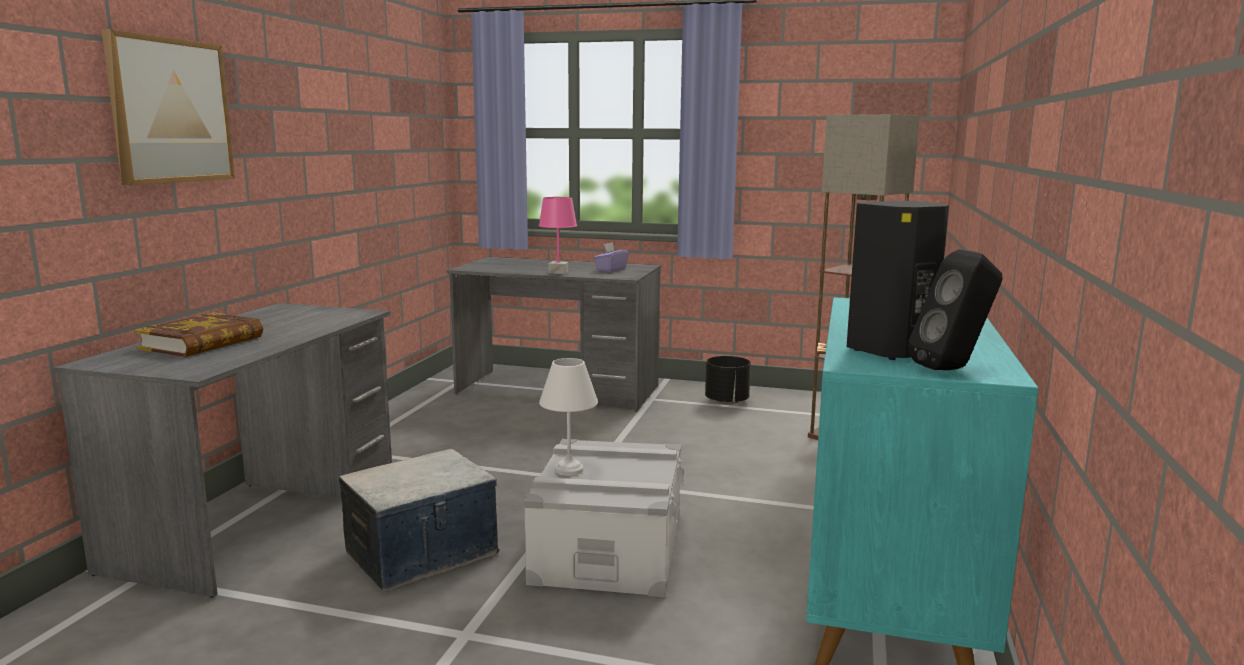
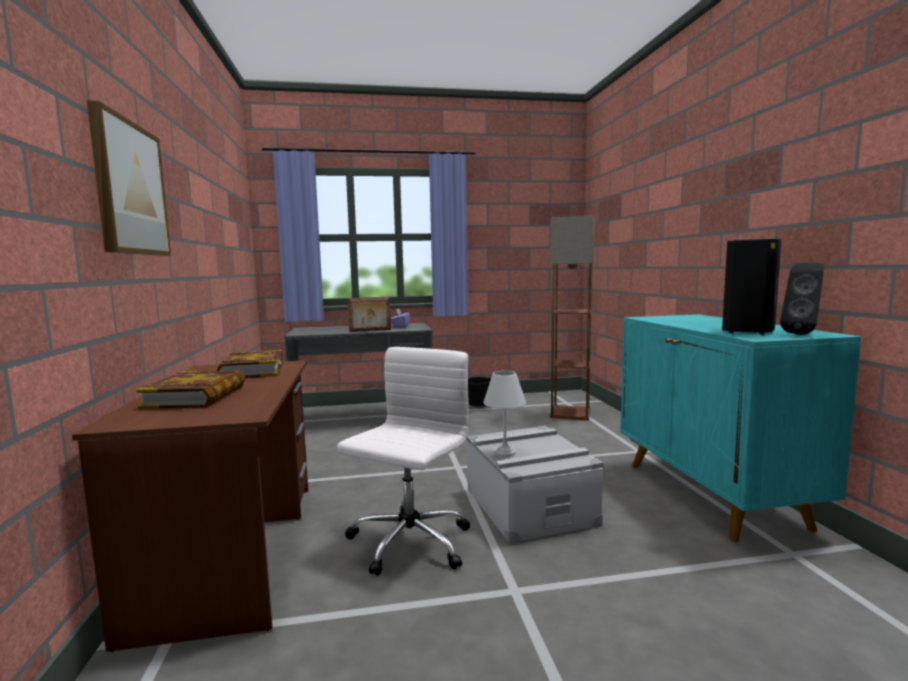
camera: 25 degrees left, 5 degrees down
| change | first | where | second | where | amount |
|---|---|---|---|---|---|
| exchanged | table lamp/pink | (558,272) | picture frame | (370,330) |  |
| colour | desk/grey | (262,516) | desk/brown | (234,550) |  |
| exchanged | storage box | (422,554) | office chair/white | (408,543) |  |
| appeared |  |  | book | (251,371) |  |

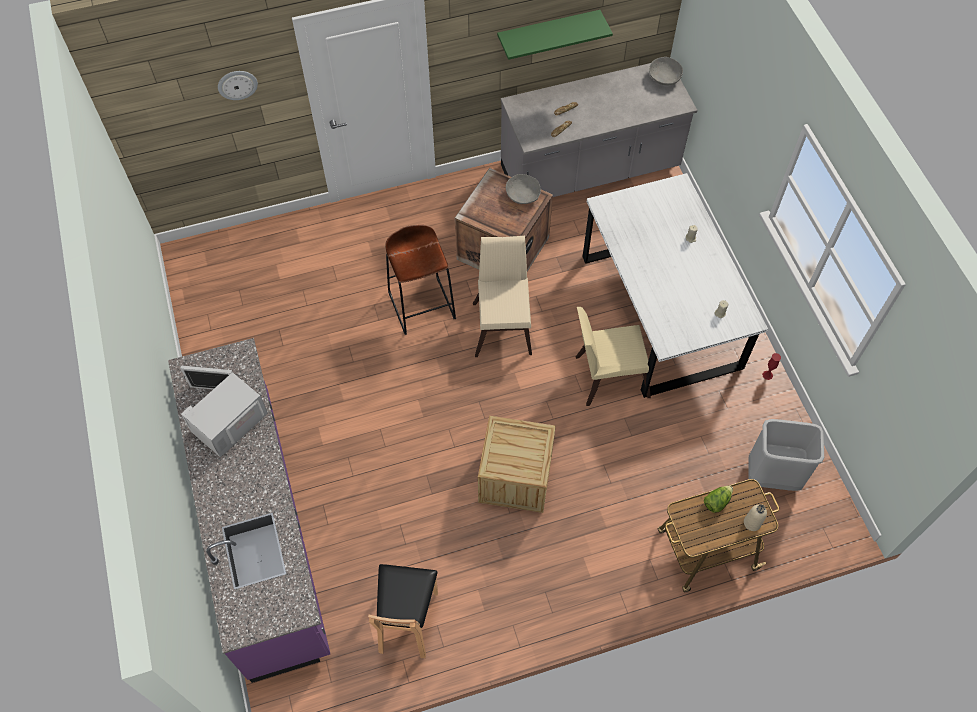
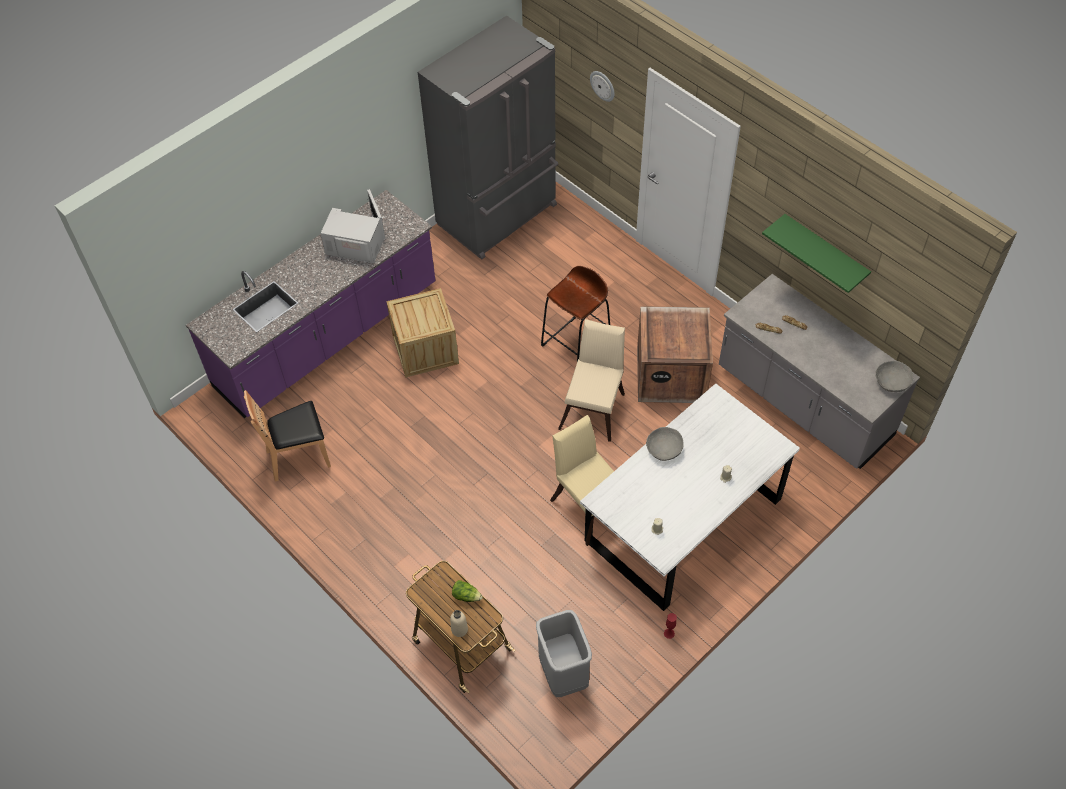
camera: 65 degrees right, 5 degrees down
| change | first | where | second | where | amount |
|---|---|---|---|---|---|
| relocated | bowl/grey | (522,195) |  | (664,449) |  |
| spun | chair/beige | (503,324) |  | (594,407) | 45 degrees counterclockwise |
| relocated | crate | (515,477) |  | (425,349) |  |
| appeared |  |  | fridge/grey | (499,216) |  |

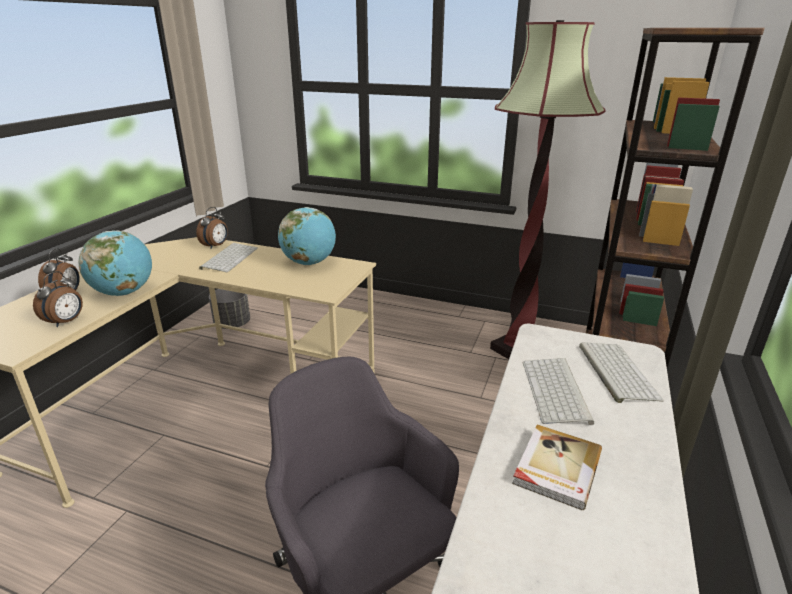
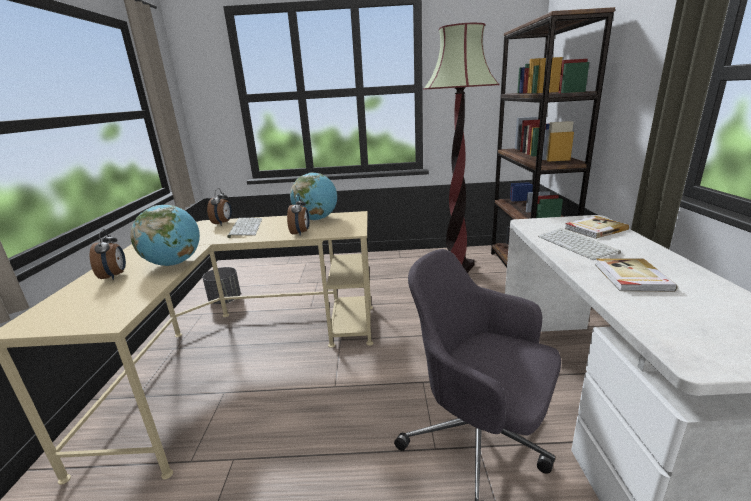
camera: 20 degrees left, 5 degrees down
| change | first | where | second | where | amount |
|---|---|---|---|---|---|
| relocated | alarm clock | (66,322) |  | (301,233) |  |
| exchanged | keyboard | (615,371) | book | (594,229) |  |

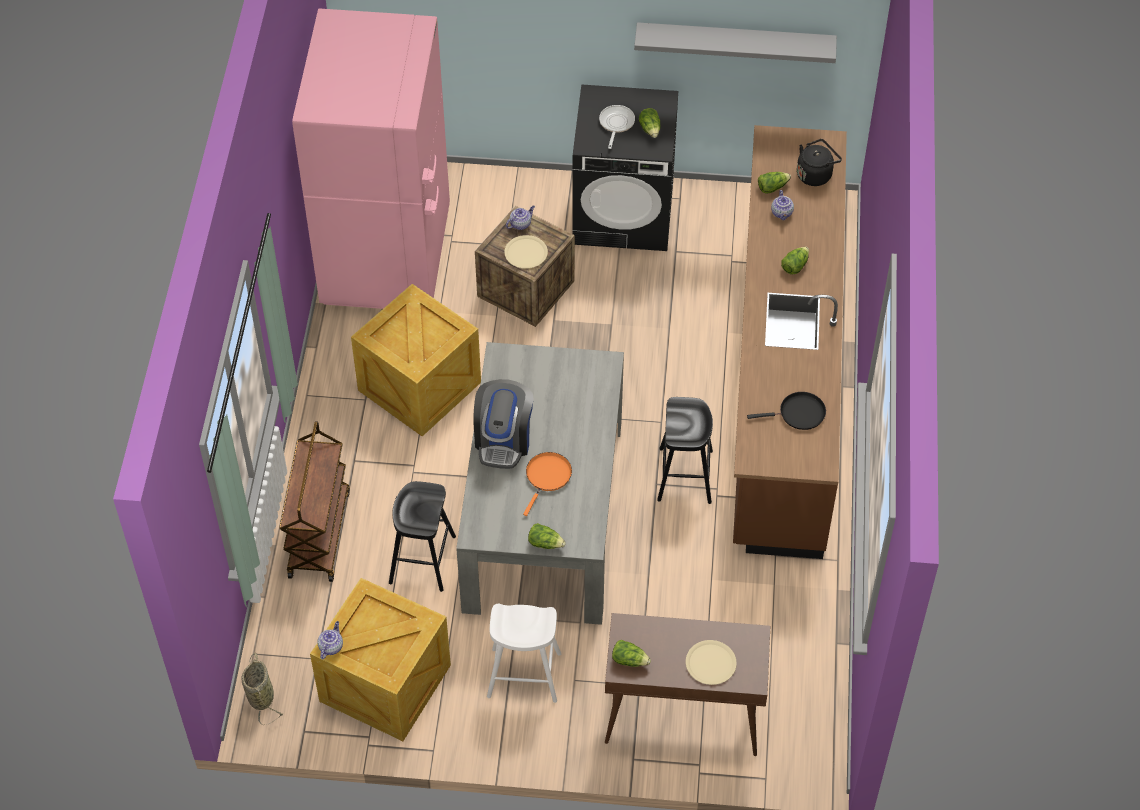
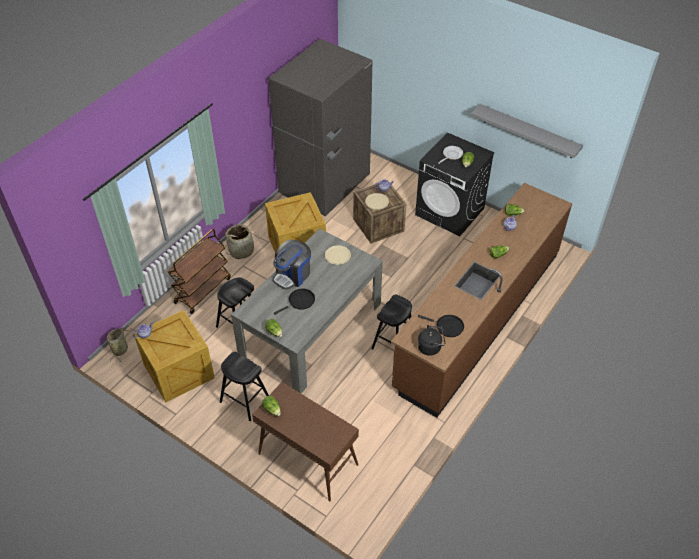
camera: 30 degrees right, 5 degrees down
| change | first | where | second | where | amount |
|---|---|---|---|---|---|
| colour | fridge/pink | (387,256) | fridge/grey | (325,186) |  |
| relocated | kettle/black | (815,174) |  | (430,347) |  |
| colour | frying pan/orange | (547,477) | frying pan/black | (300,301) |  |
| colour | stool/white | (524,675) | stool/black | (245,400) |  |
| relocated | plate/beige | (710,663) |  | (337,255) |  |
| appeared |  |  | basket | (241,250) |  |

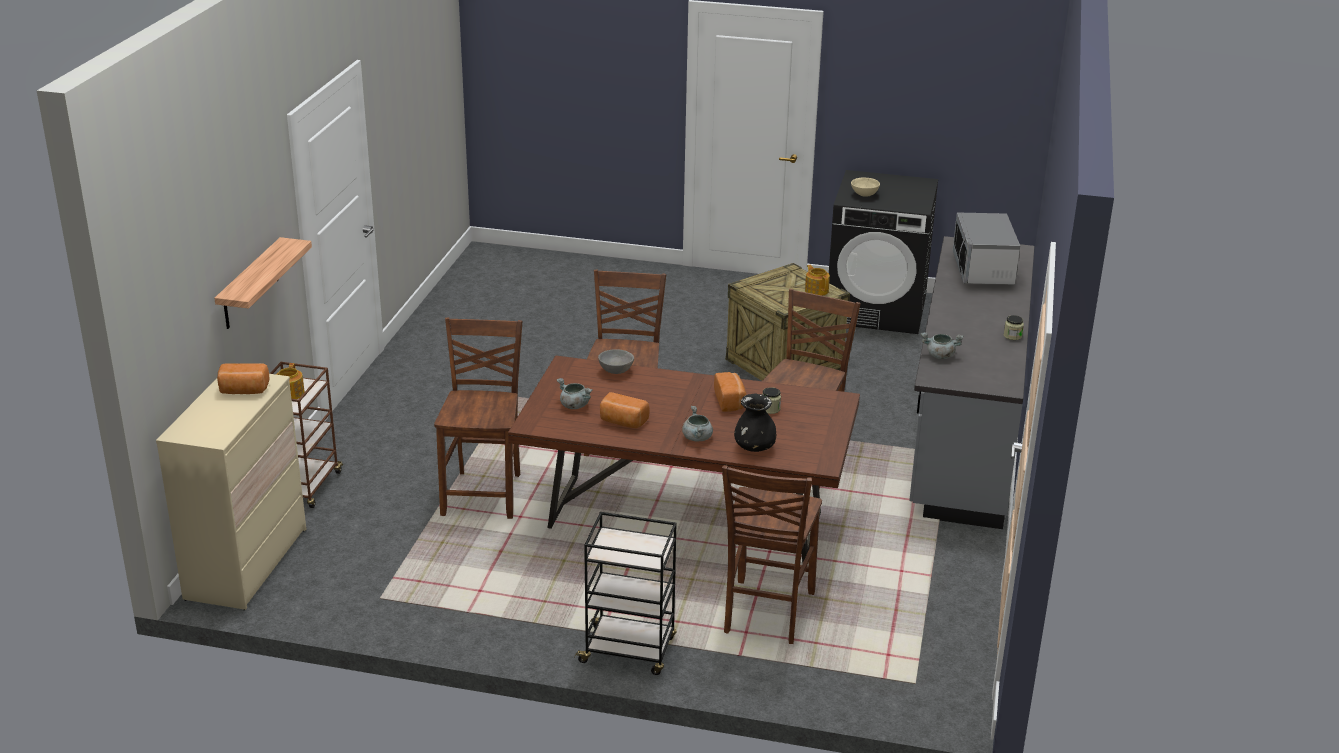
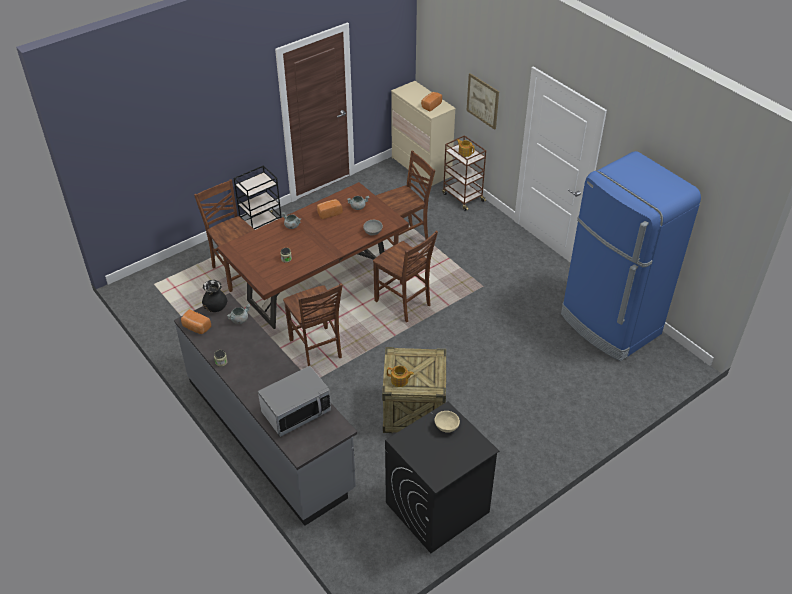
camera: 130 degrees right, 15 degrees up
| change | first | where | second | where | amount |
|---|---|---|---|---|---|
| spun | microwave | (983,270) |  | (296,412) | 105 degrees clockwise |
| exchanged | shelf | (250,285) | picture | (483,101) |  |
| spun | chair/brown | (484,494) |  | (404,240) | 75 degrees counterclockwise |
| relocated | bread | (730,401) |  | (196,328) |  |
| relocated | vase/black | (754,448) |  | (215,307) |  |
| appeared |  |  | fridge/blue | (609,325) |  |

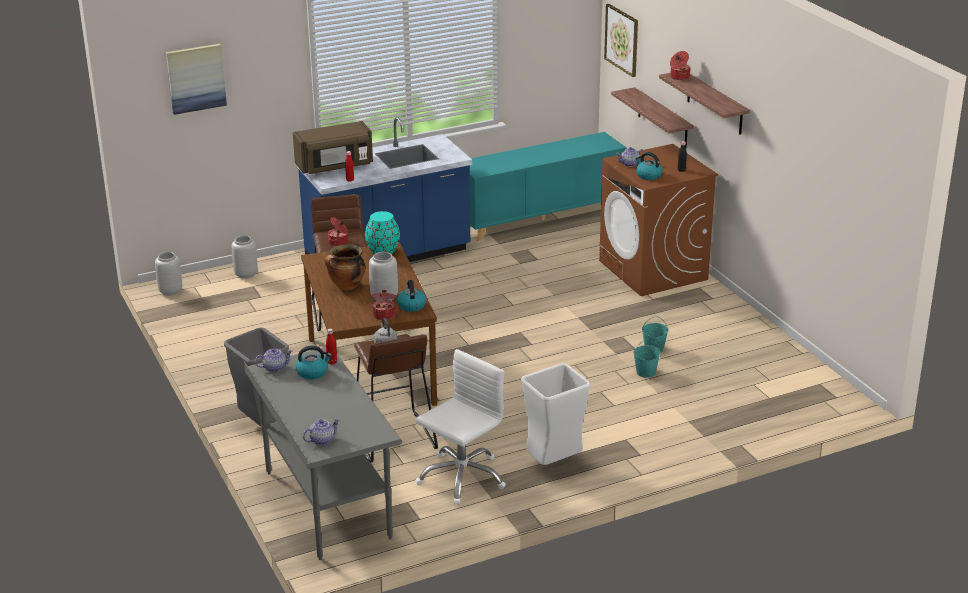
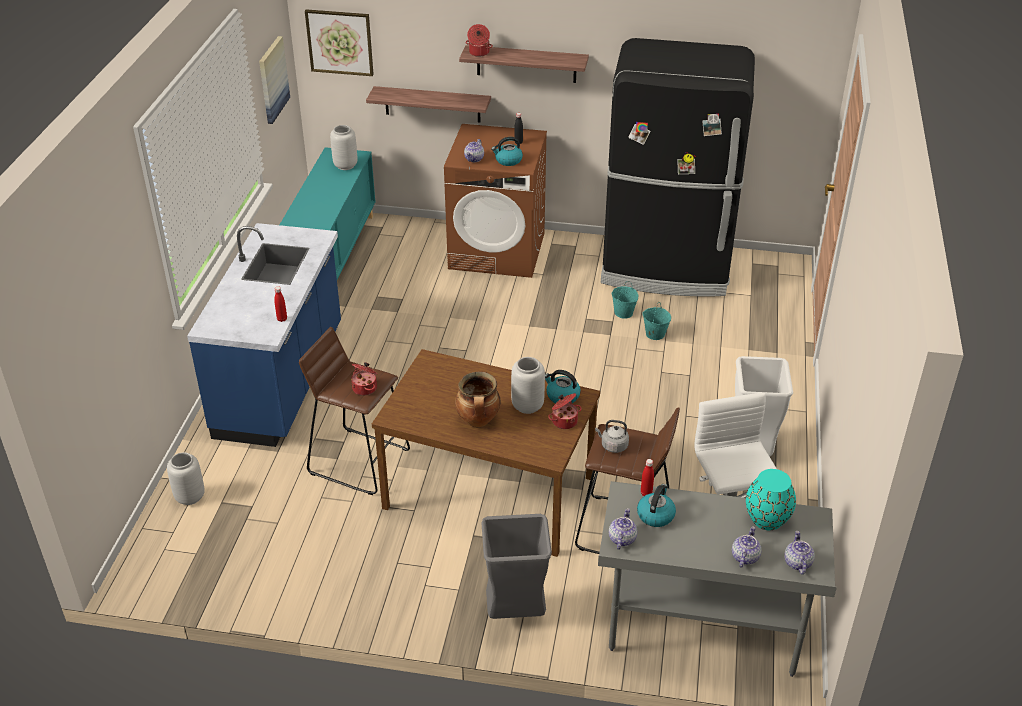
camera: 55 degrees left, 10 degrees up
| change | first | where | second | where | amount |
|---|---|---|---|---|---|
| relocated | picture | (196,78) |  | (273,79) |  |
| missing | microwave/brown | (335,166) |  |  |  |
| relocated | vase/turquoise | (382,252) |  | (767,520) |  |
| relocated | vase/grey | (170,291) |  | (345,165) |  |
| appeared |  |  | fridge/black | (666,268) |  |
| appeared |  |  | teapot | (744,557) |  |

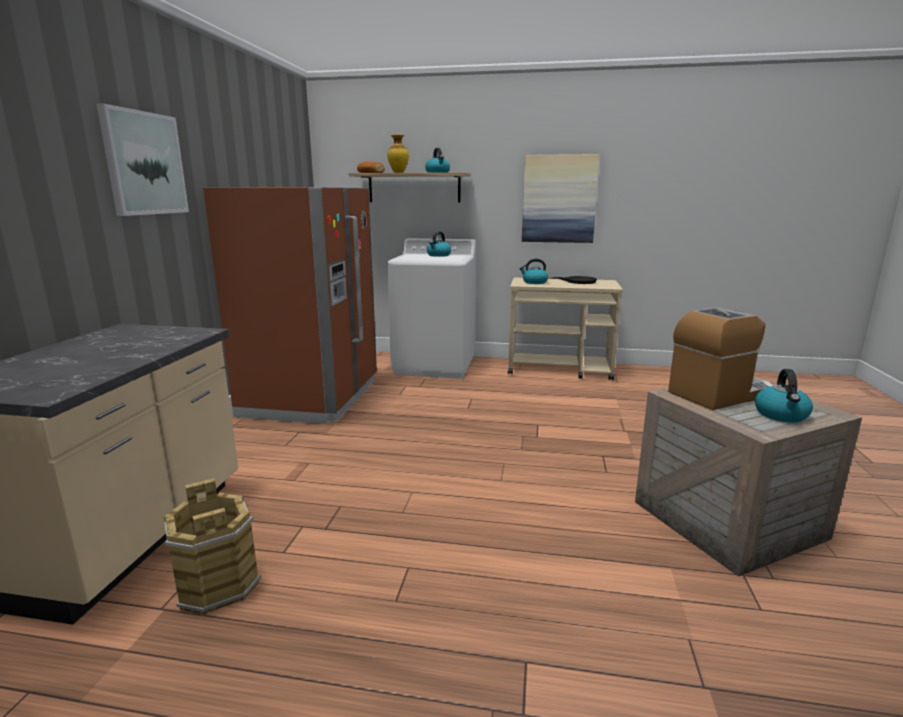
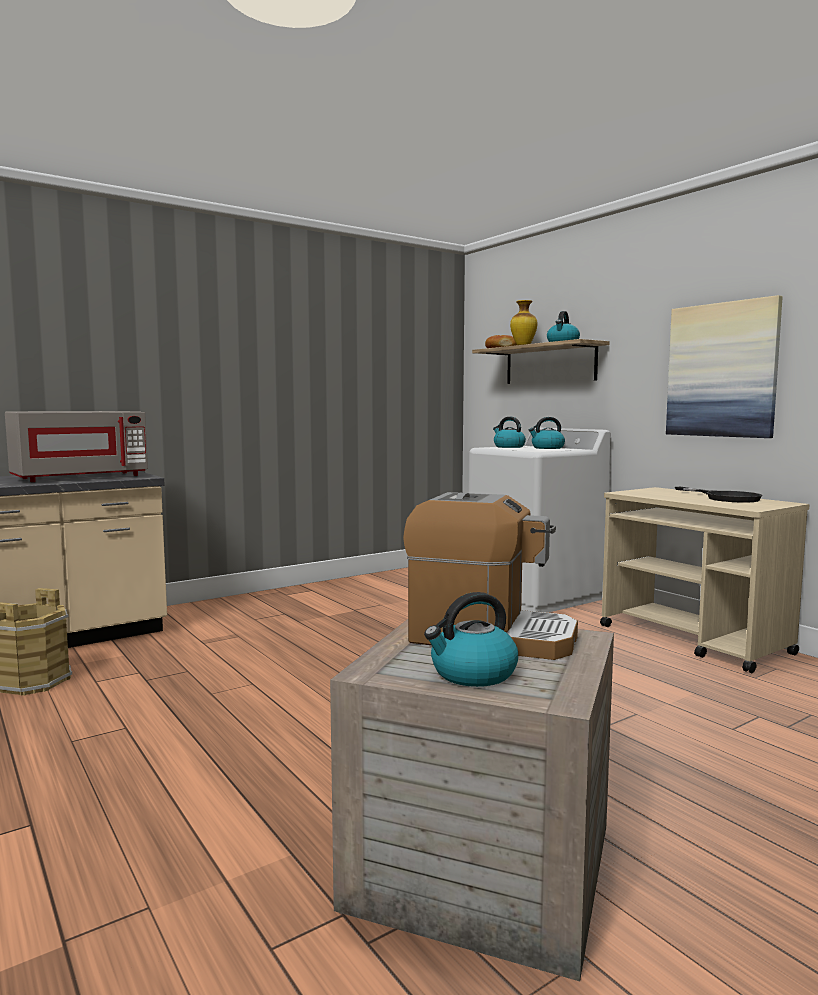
camera: 45 degrees right, 10 degrees down
| change | first | where | second | where | amount |
|---|---|---|---|---|---|
| missing | picture | (144,163) |  |  |  |
| missing | fridge/brown | (311,398) |  |  |  |
| relocated | kettle | (534,282) |  | (508,447) |  |
| appeared |  |  | microwave/grey | (80,477) |  |

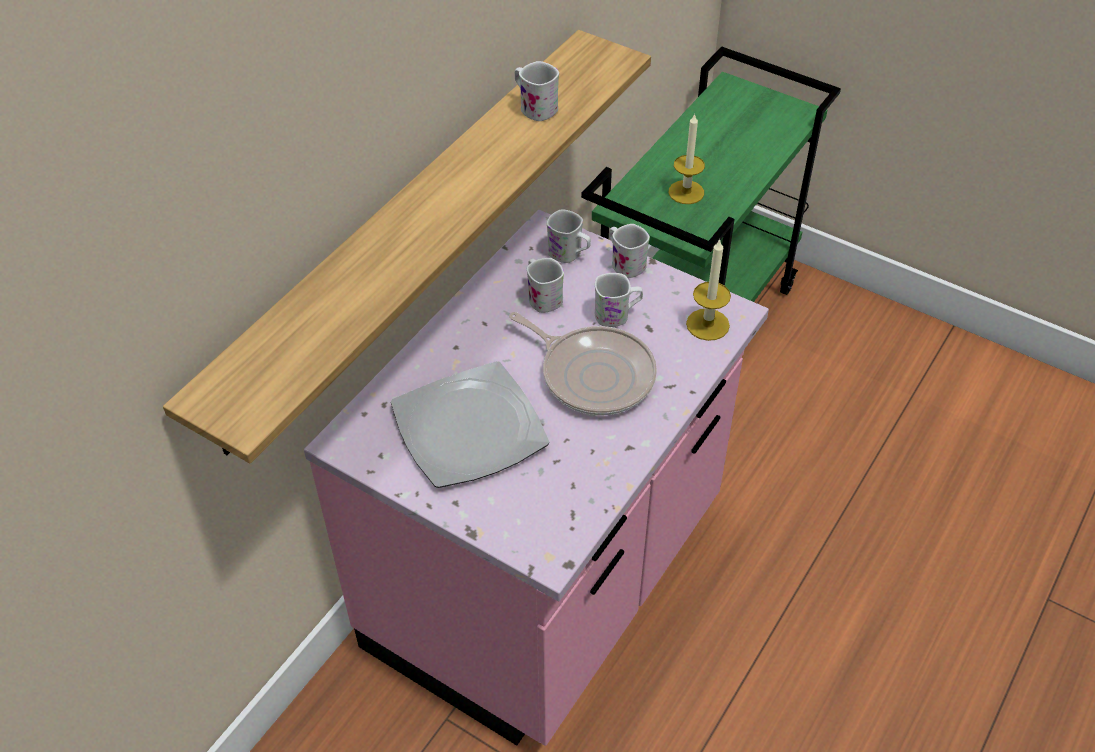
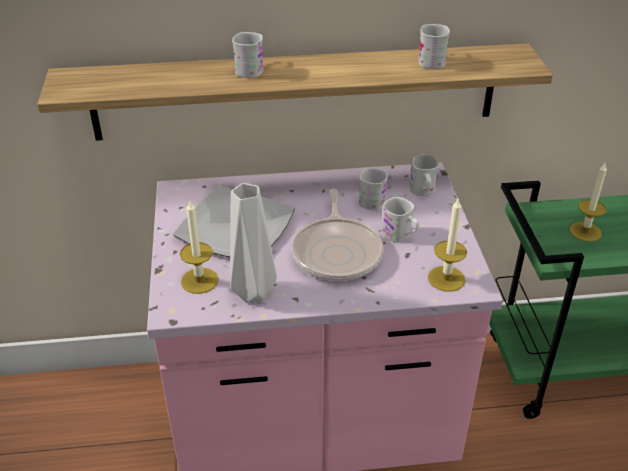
camera: 50 degrees right, 10 degrees down
| change | first | where | second | where | amount |
|---|---|---|---|---|---|
| relocated | mug/white | (625,263) |  | (251,69) |  |
| appeared |  |  | vase/grey | (251,292) |  |
| appeared |  |  | candle | (199,280) |  |

